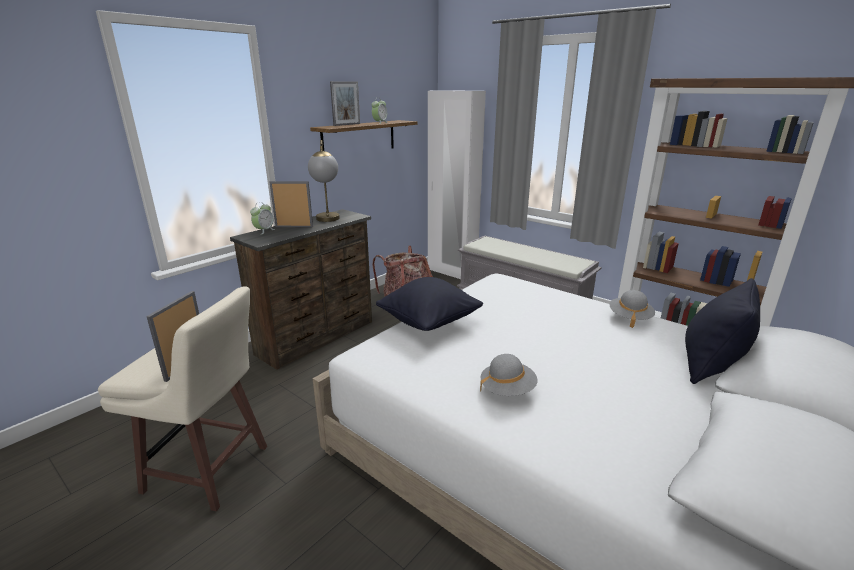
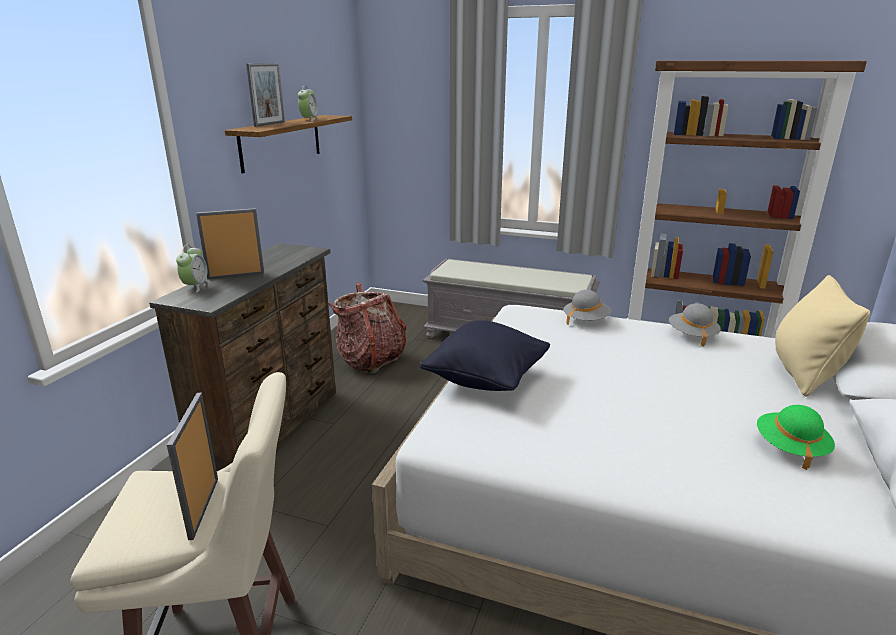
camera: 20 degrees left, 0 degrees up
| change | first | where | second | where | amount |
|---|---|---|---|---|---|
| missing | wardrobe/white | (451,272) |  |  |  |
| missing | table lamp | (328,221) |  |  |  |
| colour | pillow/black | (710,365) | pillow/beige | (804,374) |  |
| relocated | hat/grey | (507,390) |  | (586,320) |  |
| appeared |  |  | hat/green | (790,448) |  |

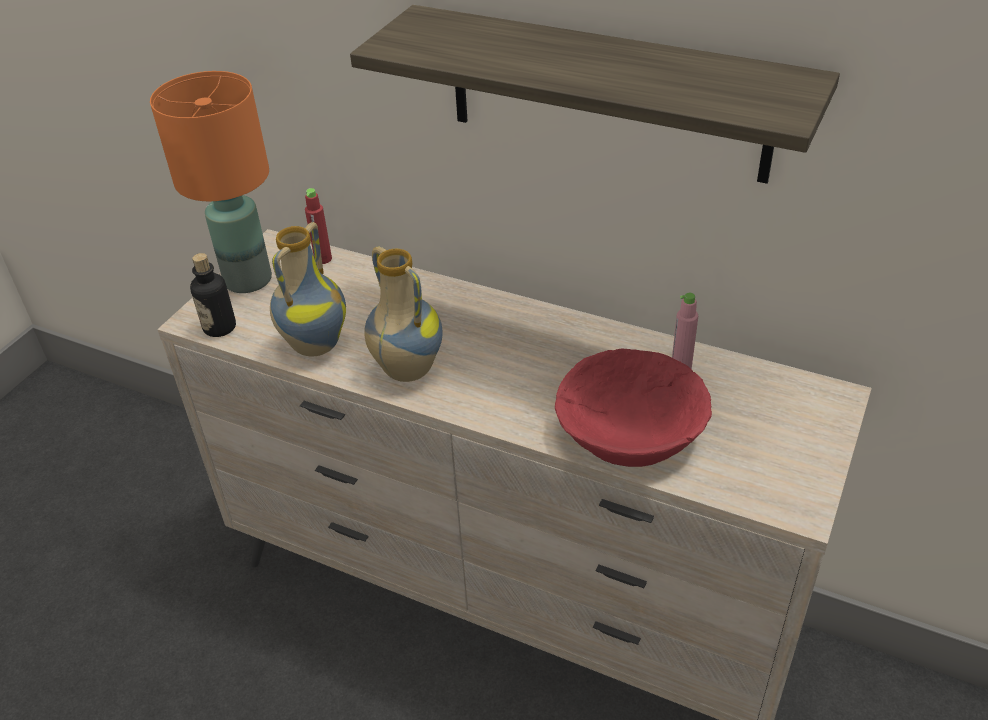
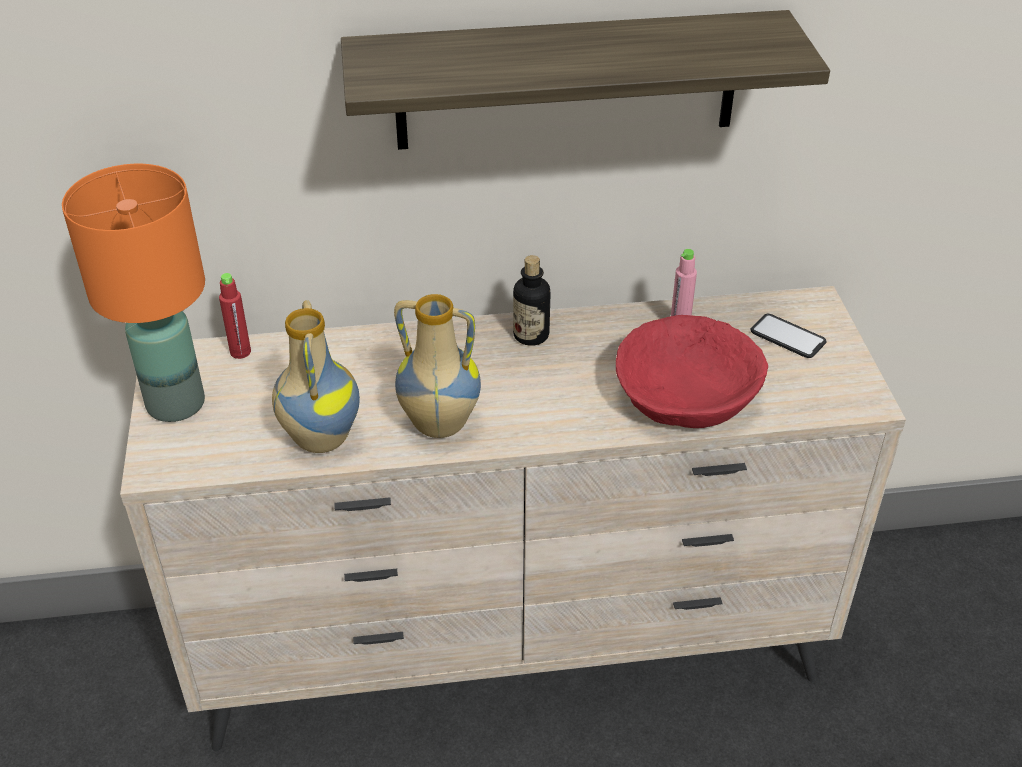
camera: 35 degrees left, 0 degrees up
| change | first | where | second | where | amount |
|---|---|---|---|---|---|
| relocated | bottle | (219,327) |  | (531,335) |  |
| appeared |  |  | phone | (787,337) |  |

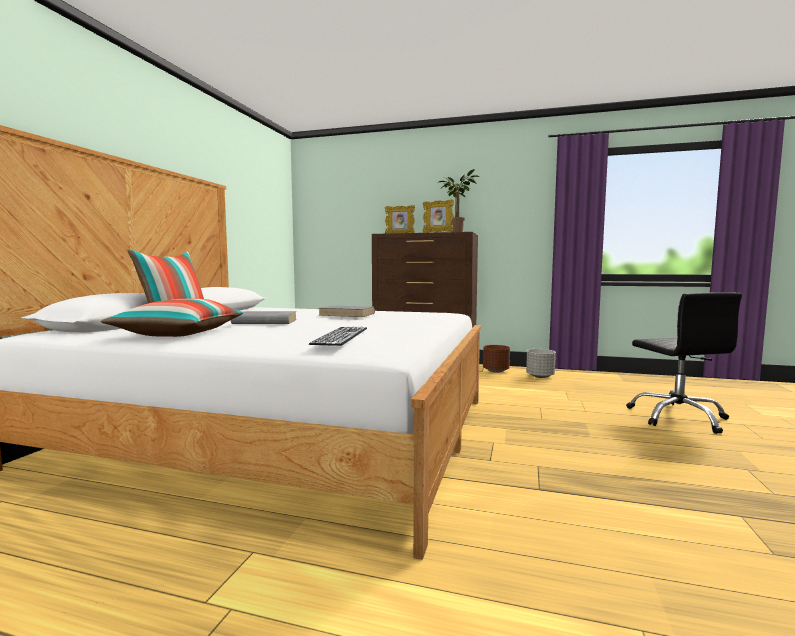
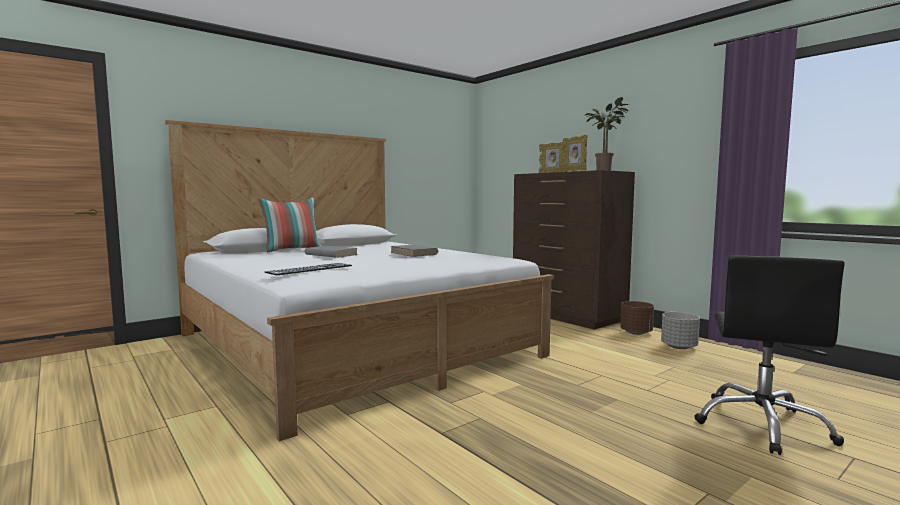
camera: 35 degrees right, 0 degrees up
| change | first | where | second | where | amount |
|---|---|---|---|---|---|
| missing | pillow | (179,334) |  |  |  |

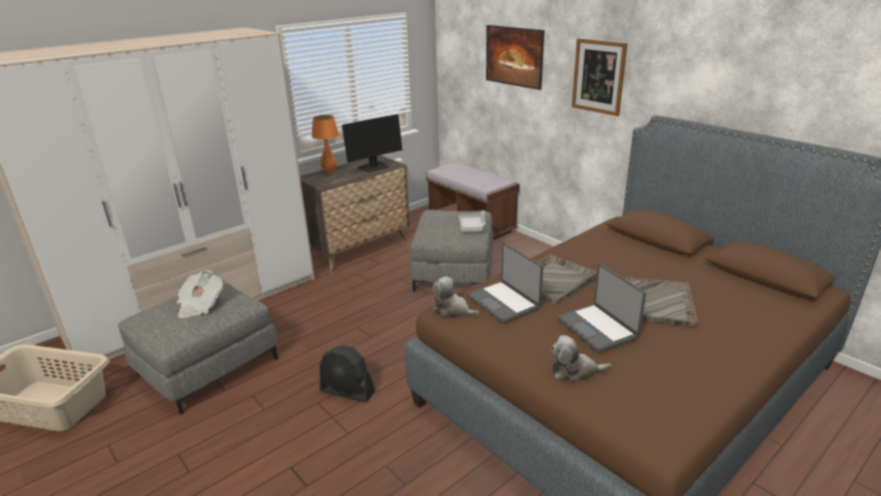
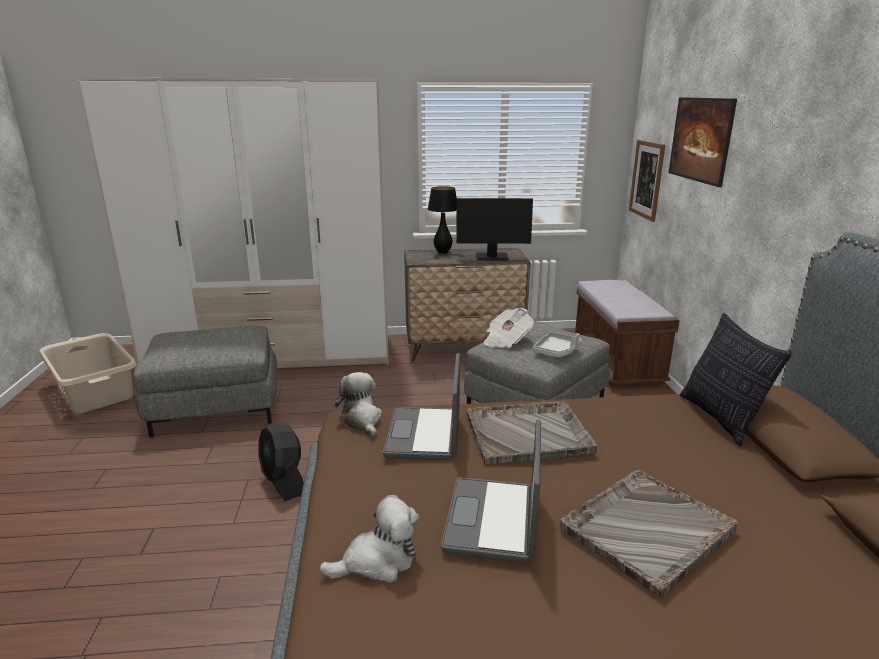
camera: 35 degrees right, 5 degrees down
| change | first | where | second | where | amount |
|---|---|---|---|---|---|
| relocated | picture | (598,76) |  | (647,179) |  |
| colour | table lamp/orange | (329,172) | table lamp/black | (443,252) |  |
| relocated | newspaper | (200,305) |  | (506,340) |  |
| spun | plush toy | (575,371) |  | (377,561) | 120 degrees clockwise |
| appeared |  |  | pillow | (721,418) |  |

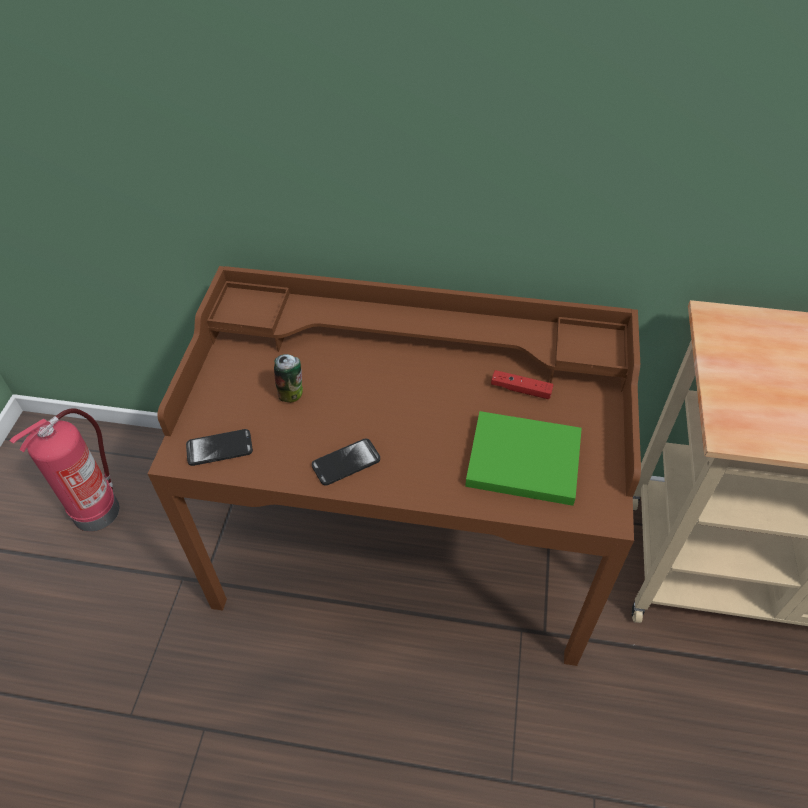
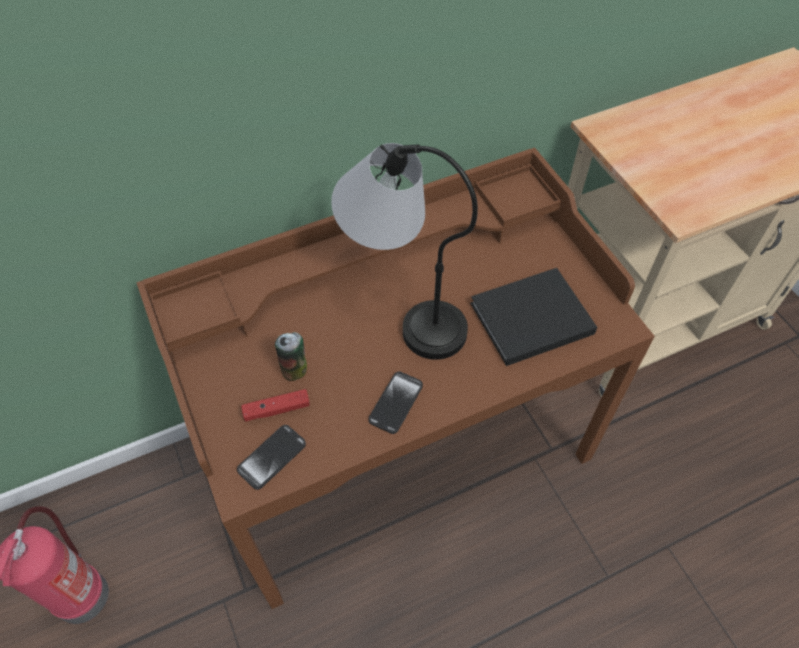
camera: 35 degrees left, 5 degrees up
| change | first | where | second | where | amount |
|---|---|---|---|---|---|
| relocated | game controller/red | (521,389) |  | (277,409) |  |
| colour | book/green | (519,459) | book/black | (528,319) |  |
| appeared |  |  | table lamp | (403,306) |  |

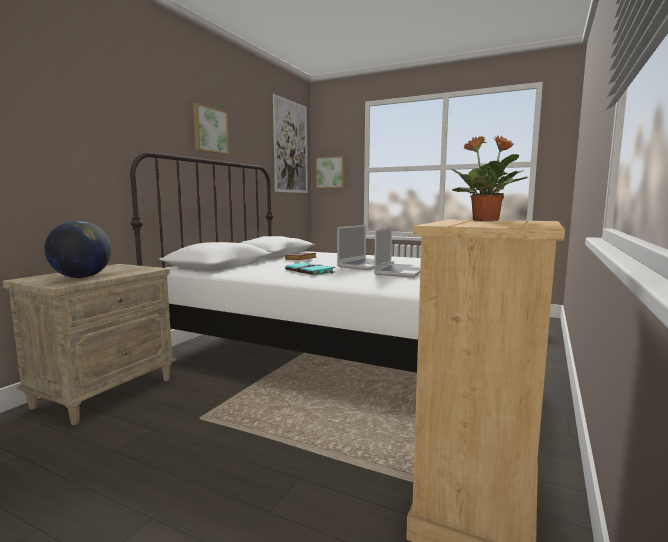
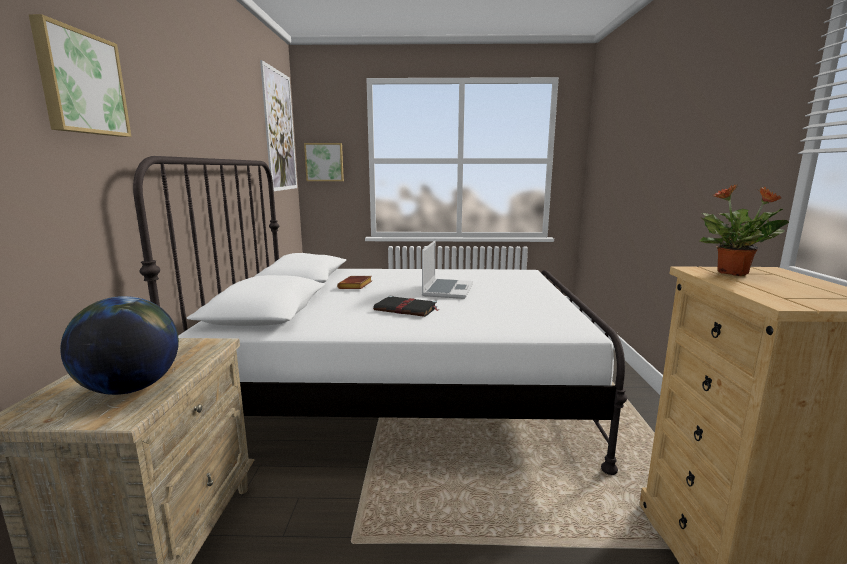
camera: 25 degrees left, 5 degrees up
| change | first | where | second | where | amount |
|---|---|---|---|---|---|
| relocated | picture | (209,130) |  | (80,83) |  |
| missing | laptop | (400,272) |  |  |  |
| colour | book/turquoise | (310,271) | book/black | (407,309) |  |

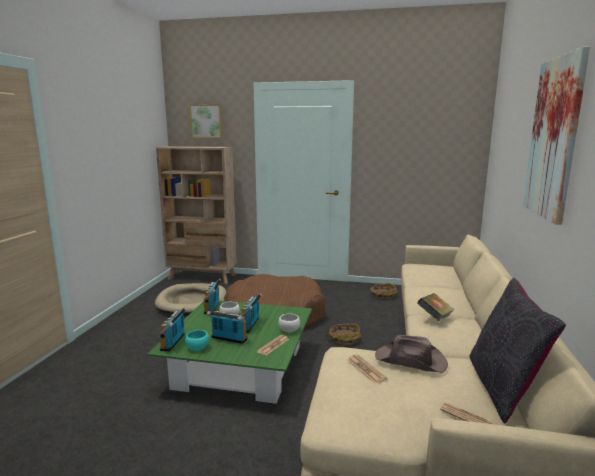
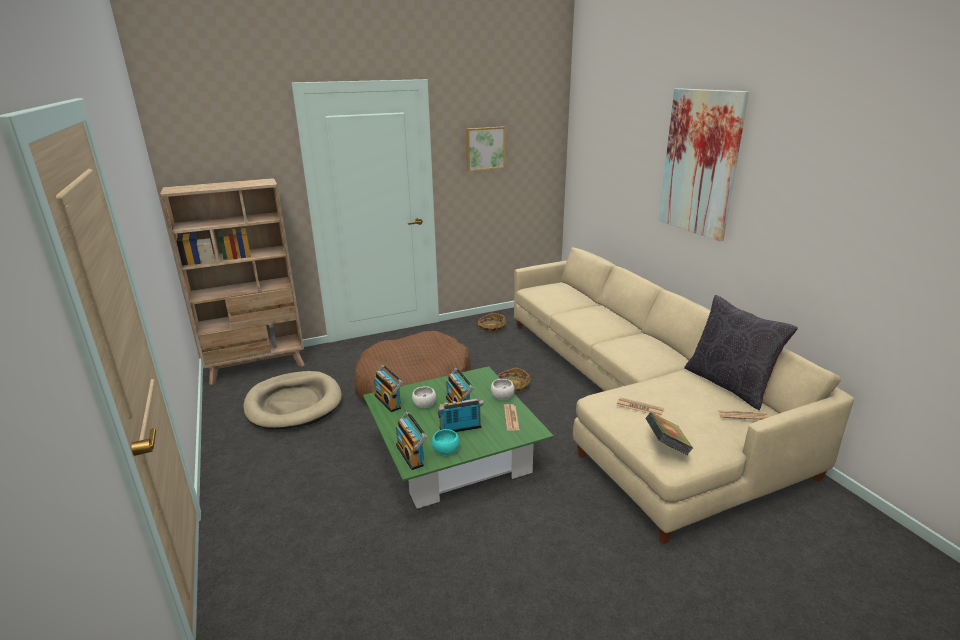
camera: 35 degrees left, 10 degrees up
| change | first | where | second | where | amount |
|---|---|---|---|---|---|
| relocated | picture | (207,121) |  | (484,148) |  |
| relocated | book | (435,318) |  | (666,446) |  |
| missing | hat/brown | (411,361) |  |  |  |

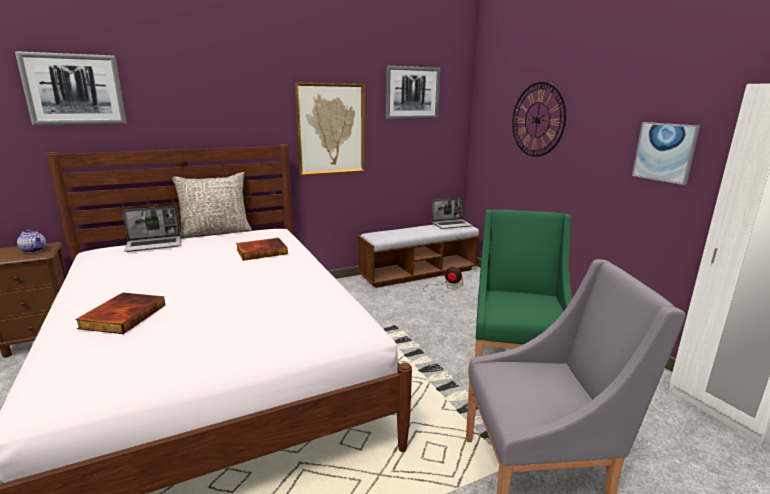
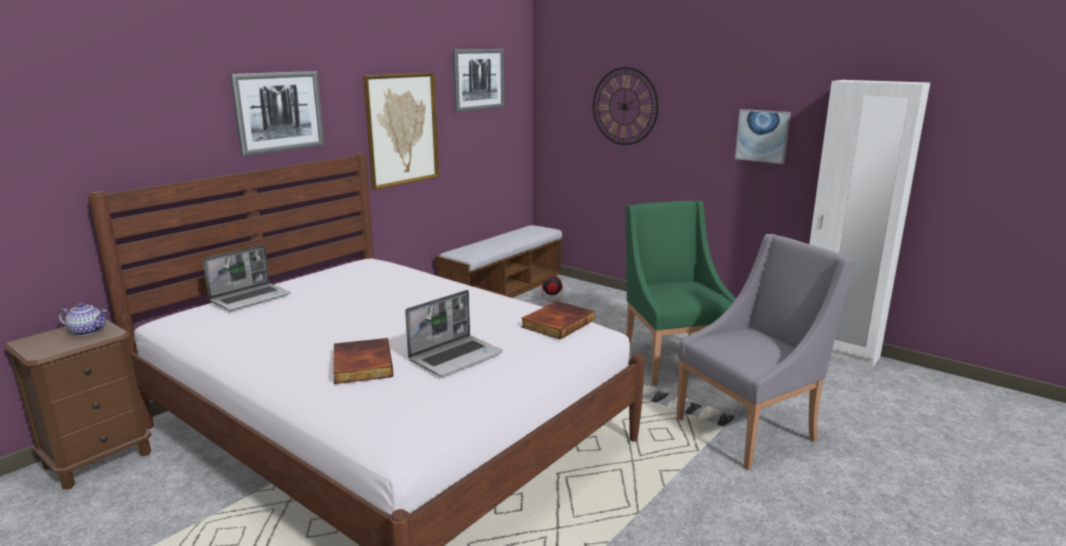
camera: 25 degrees left, 0 degrees up
| change | first | where | second | where | amount |
|---|---|---|---|---|---|
| relocated | picture | (74,90) |  | (279,112) |  |
| missing | pillow/grey | (215,232) |  |  |  |
| relocated | laptop | (452,225) |  | (456,357) |  |
| relocated | book | (262,251) |  | (557,323) |  |

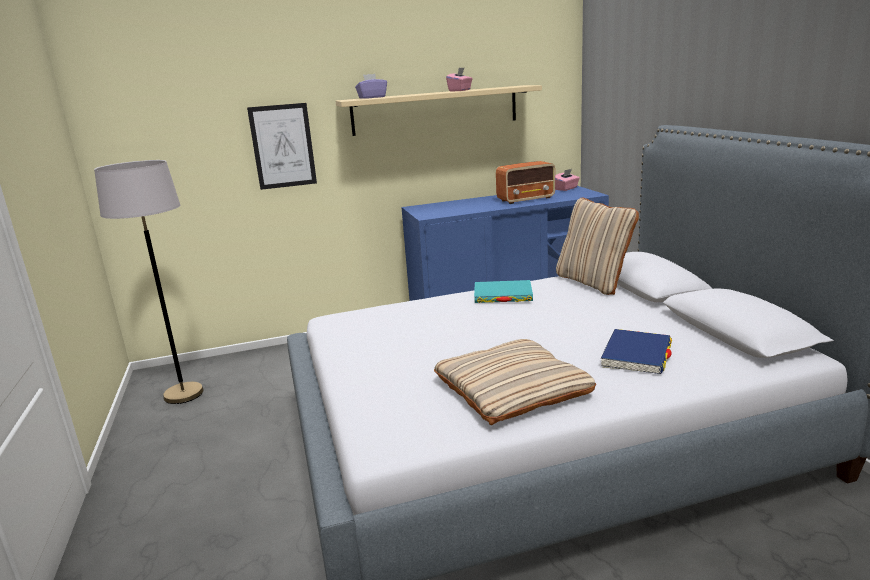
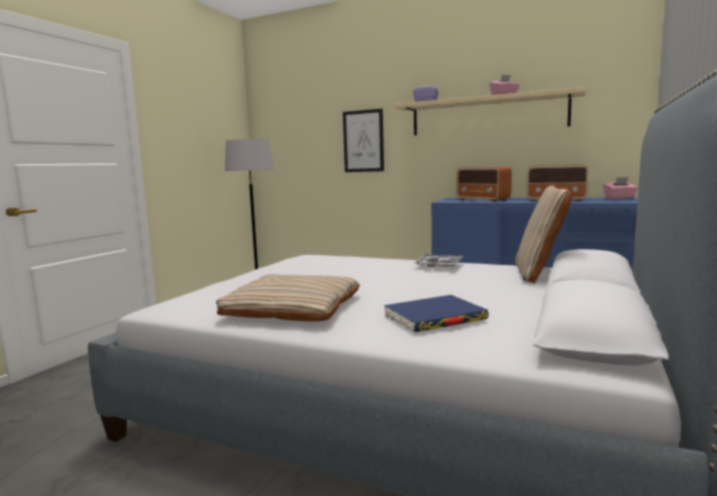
camera: 40 degrees right, 10 degrees down
| change | first | where | second | where | amount |
|---|---|---|---|---|---|
| exchanged | book/turquoise | (503,295) | tray | (439,265) |  |
| appeared |  |  | radio | (483,200) |  |

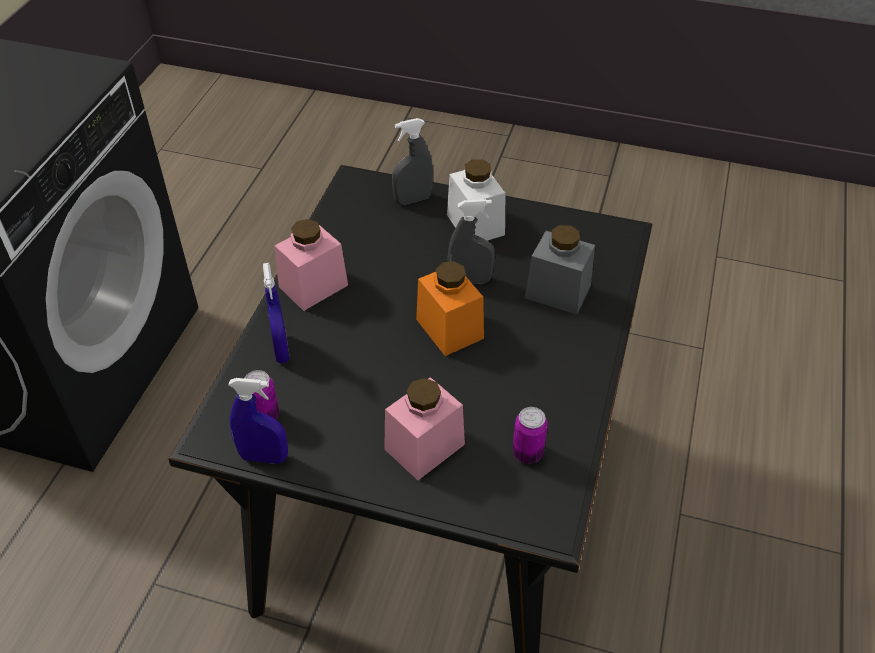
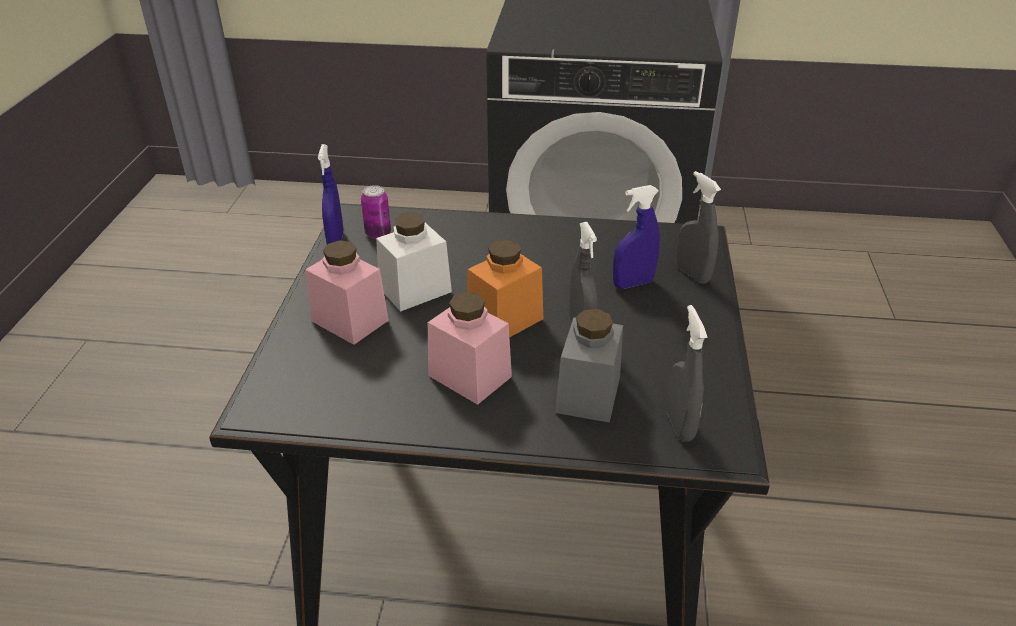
camera: 80 degrees right, 10 degrees down
| change | first | where | second | where | amount |
|---|---|---|---|---|---|
| relocated | jar/white | (475,224) |  | (415,290) |  |
| relocated | jar/pink | (313,286) |  | (470,376) |  |
| relocated | spray bottle/blue | (281,349) |  | (633,283) |  |
| missing | can | (527,453) |  |  |  |
| appeared |  |  | spray bottle/grey | (679,425) |  |

